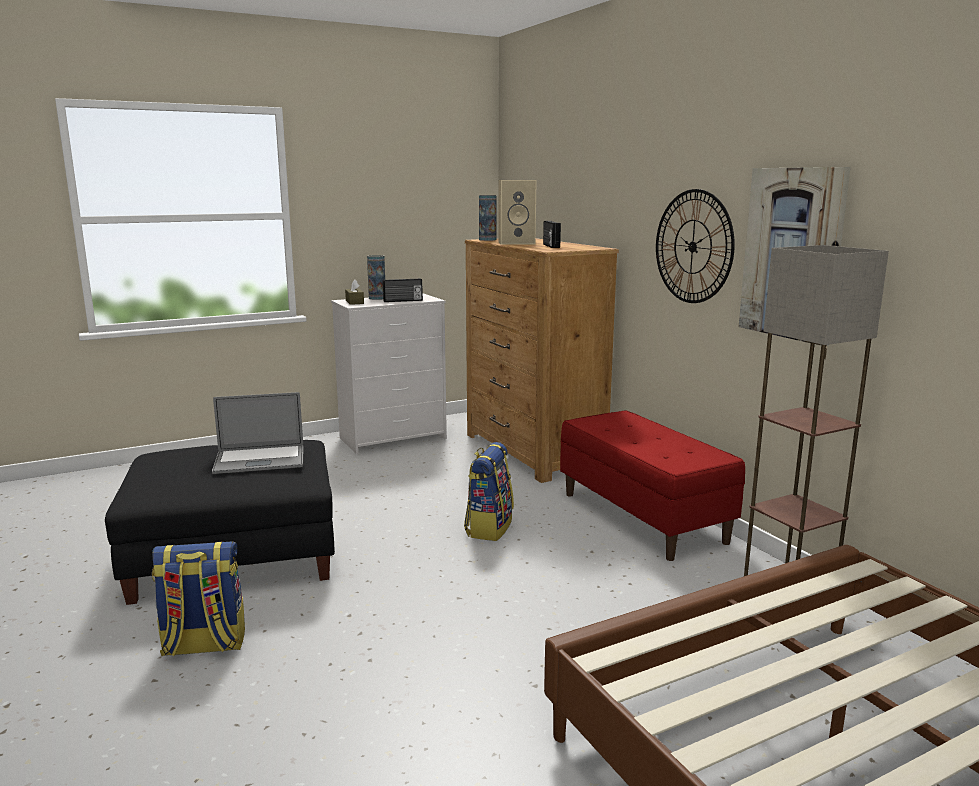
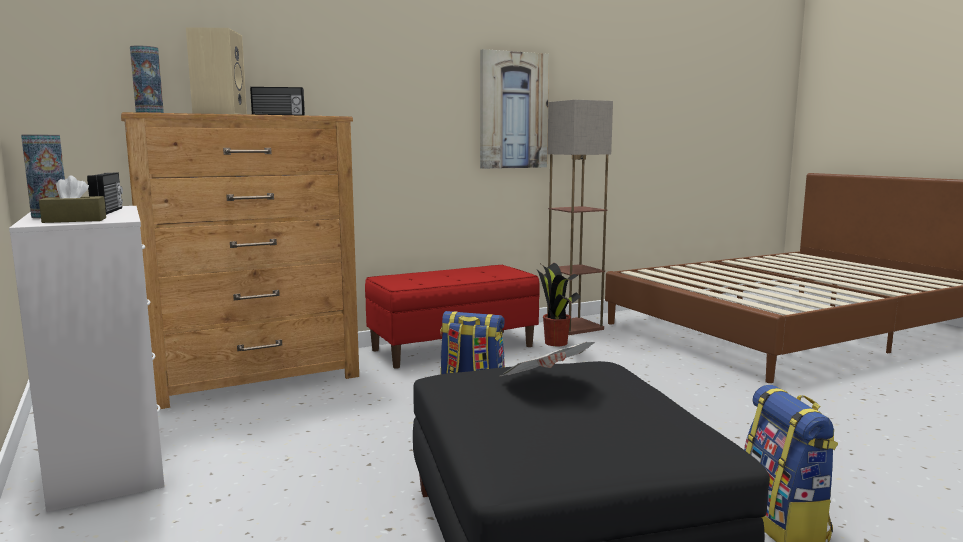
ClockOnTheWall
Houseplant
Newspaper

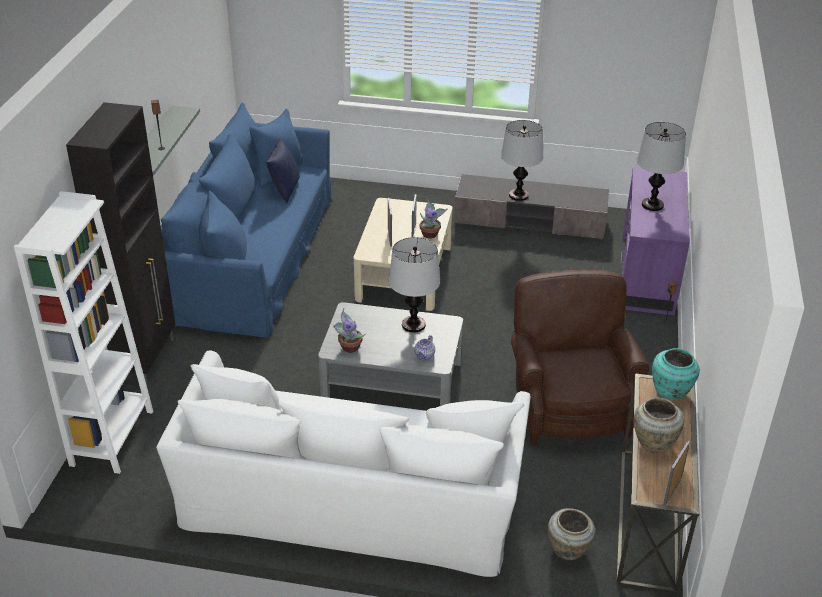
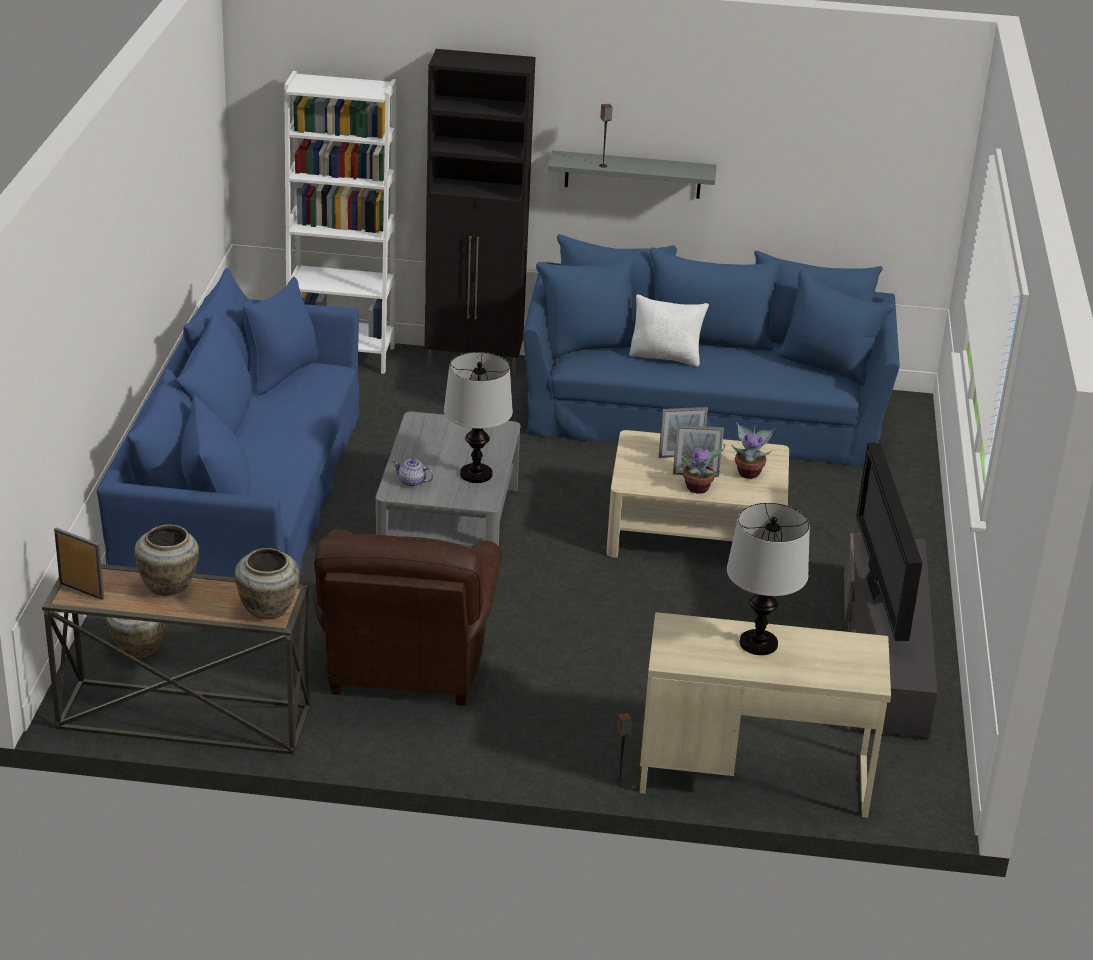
BlueColouredCushion
WhiteColouredCushion
Houseplant (no. 2 from left)
Tv
BlueColouredSettee (no. 1 from left)
BeigeDeskUnit
BeigeVase (no. 3 from left)
BrownColouredLoungeChair

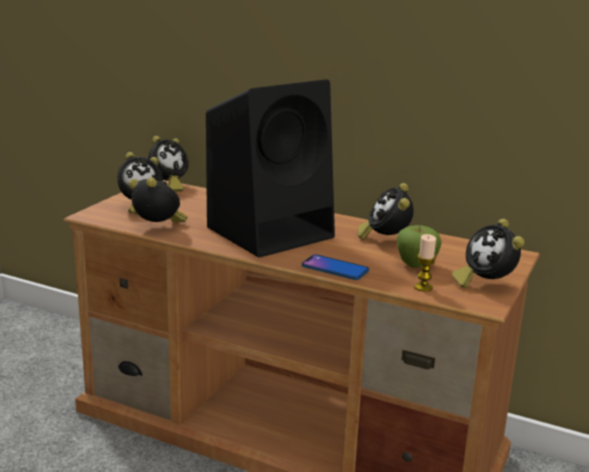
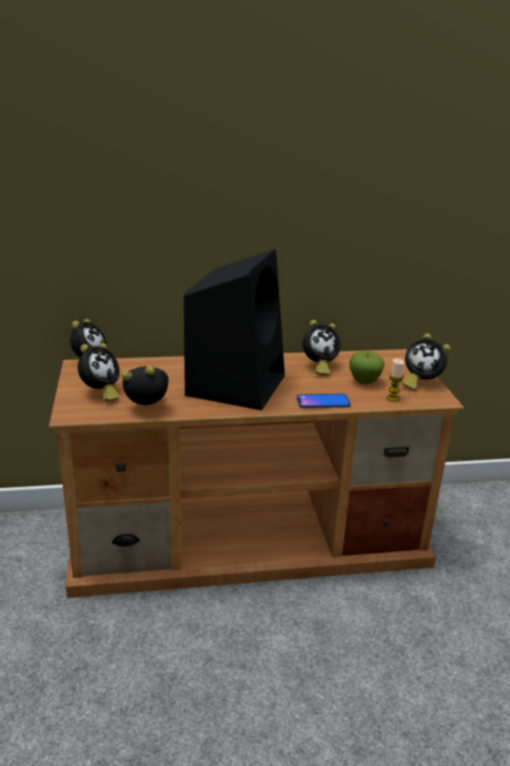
BedsideClock (no. 4 from left)

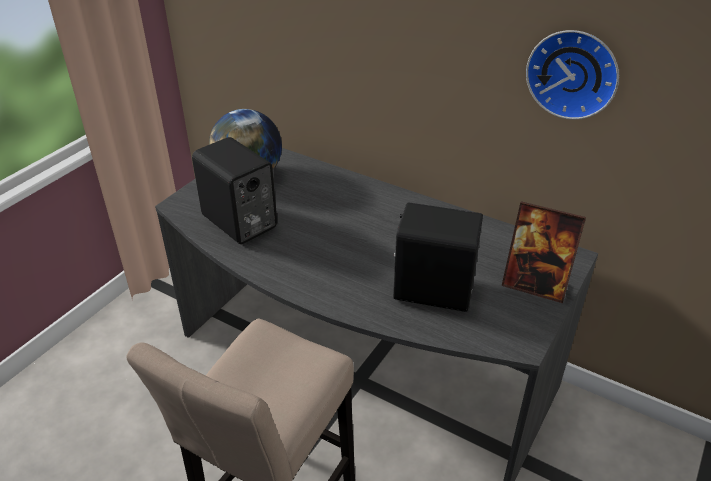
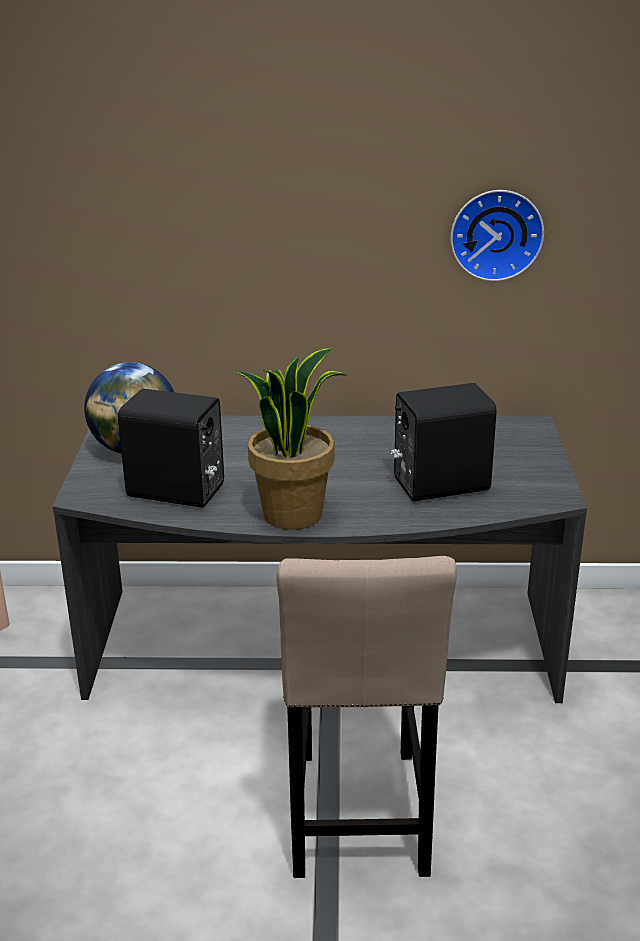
PhotoFrame
Houseplant

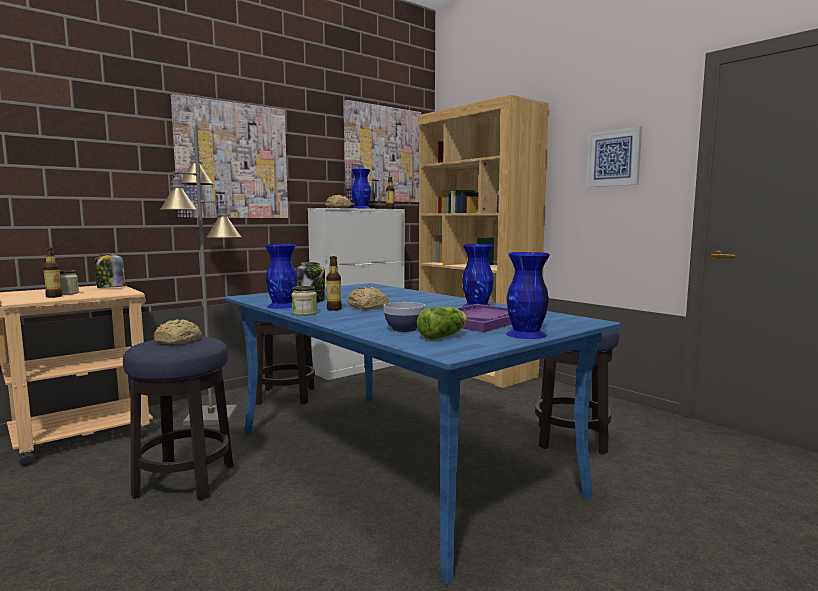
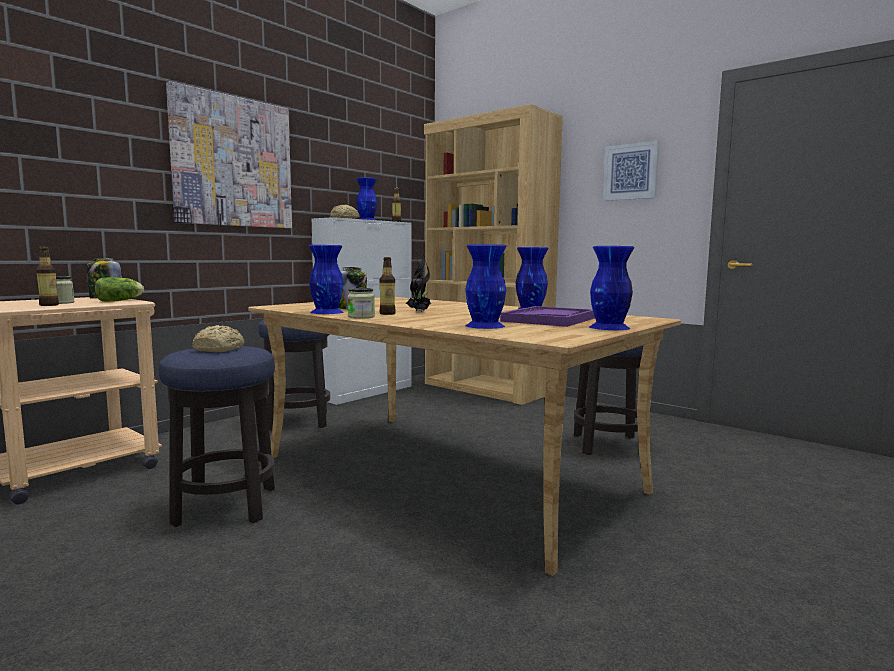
GreyFloorLamp
Picture (no. 2 from left in the first image)
HeadOfLettuce
Houseplant
BlueColouredVase (no. 3 from left)
BeigeKitchenTable

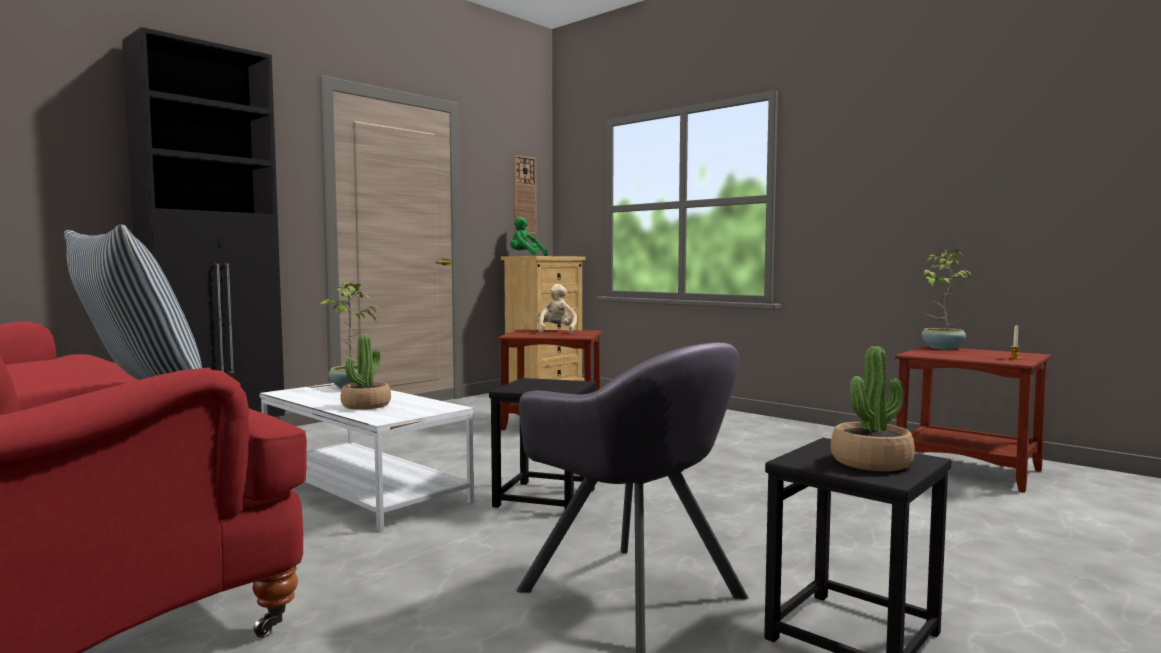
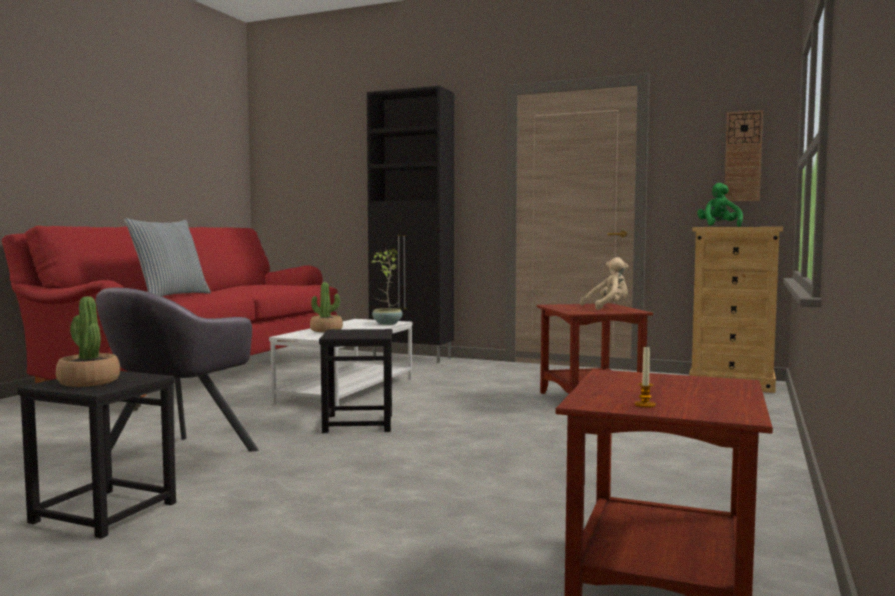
Houseplant (no. 4 from left in the first image)

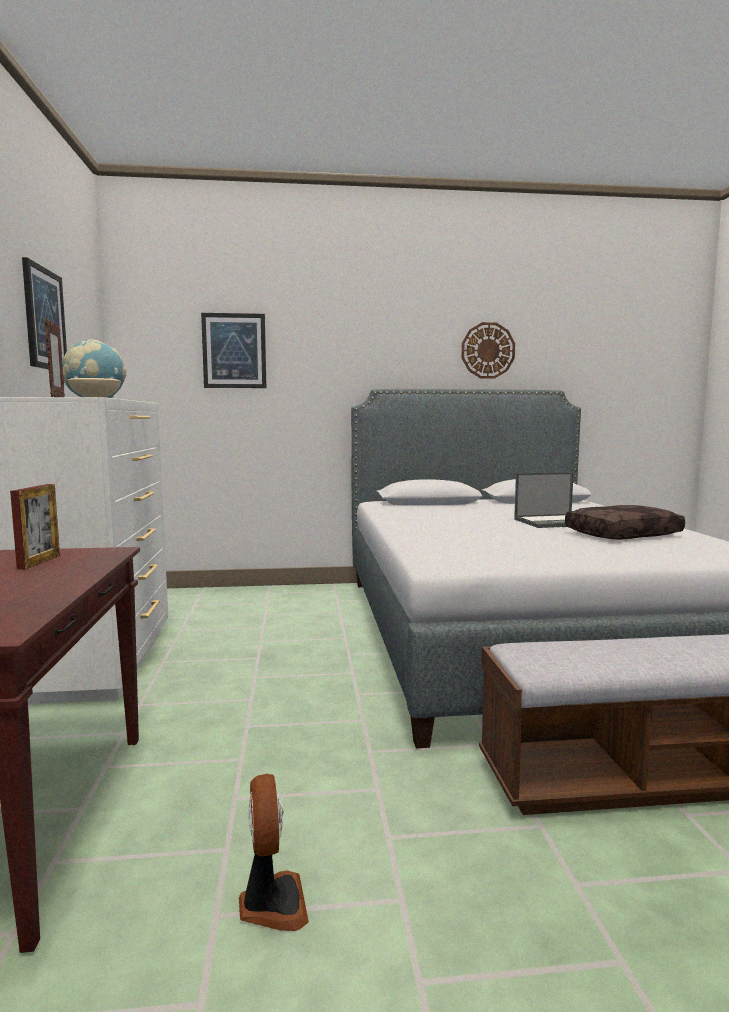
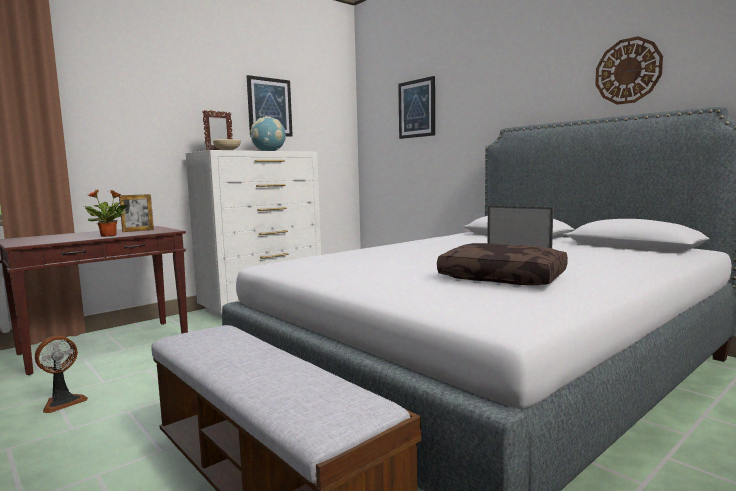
Houseplant

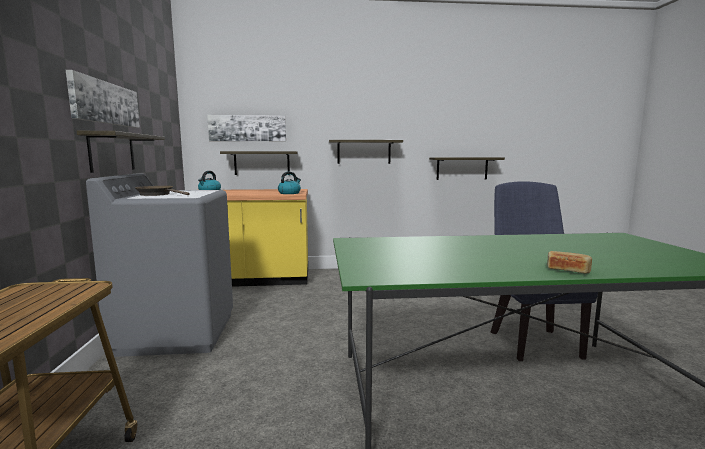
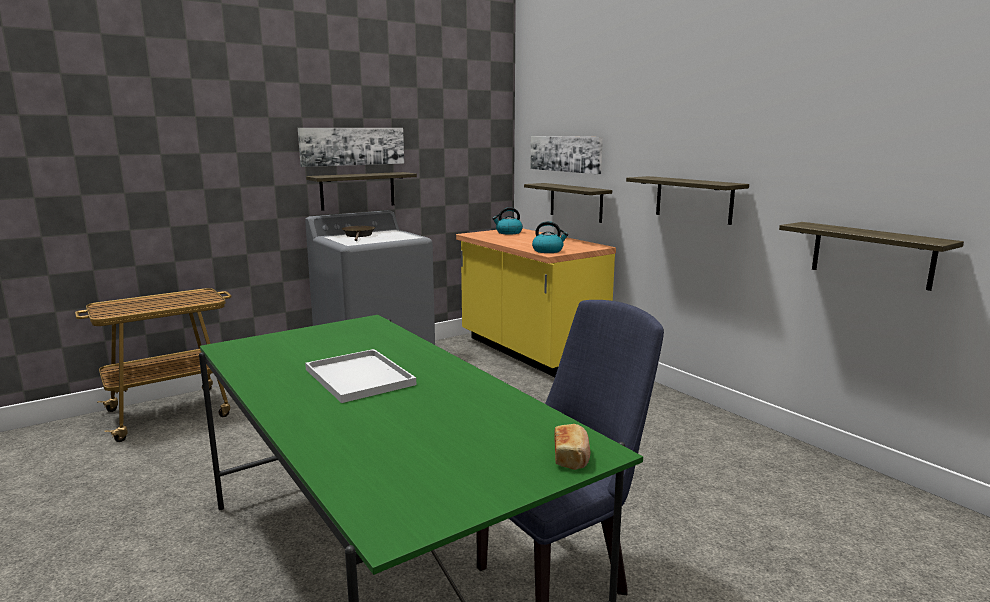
WhiteColouredTray
BakeryBread

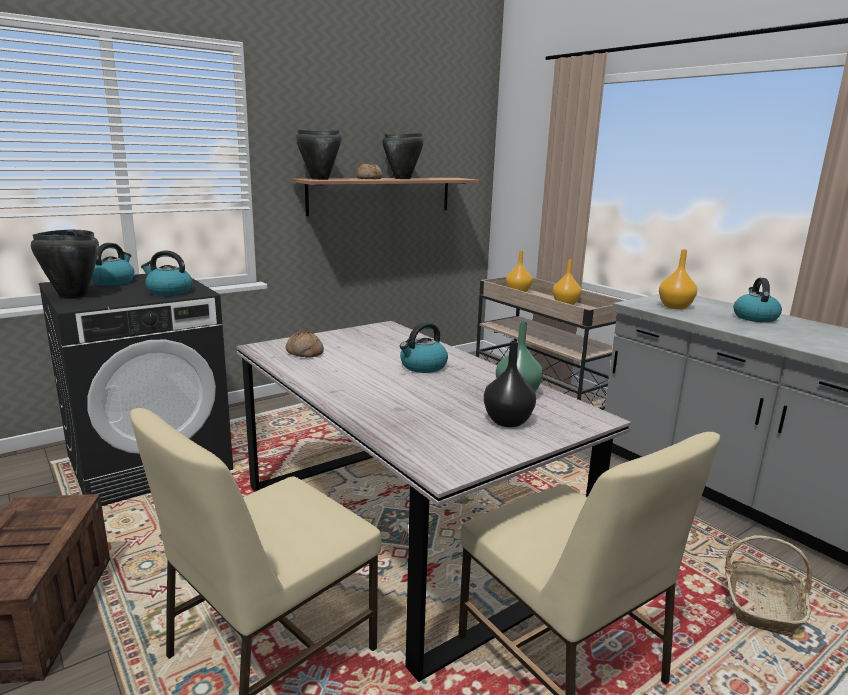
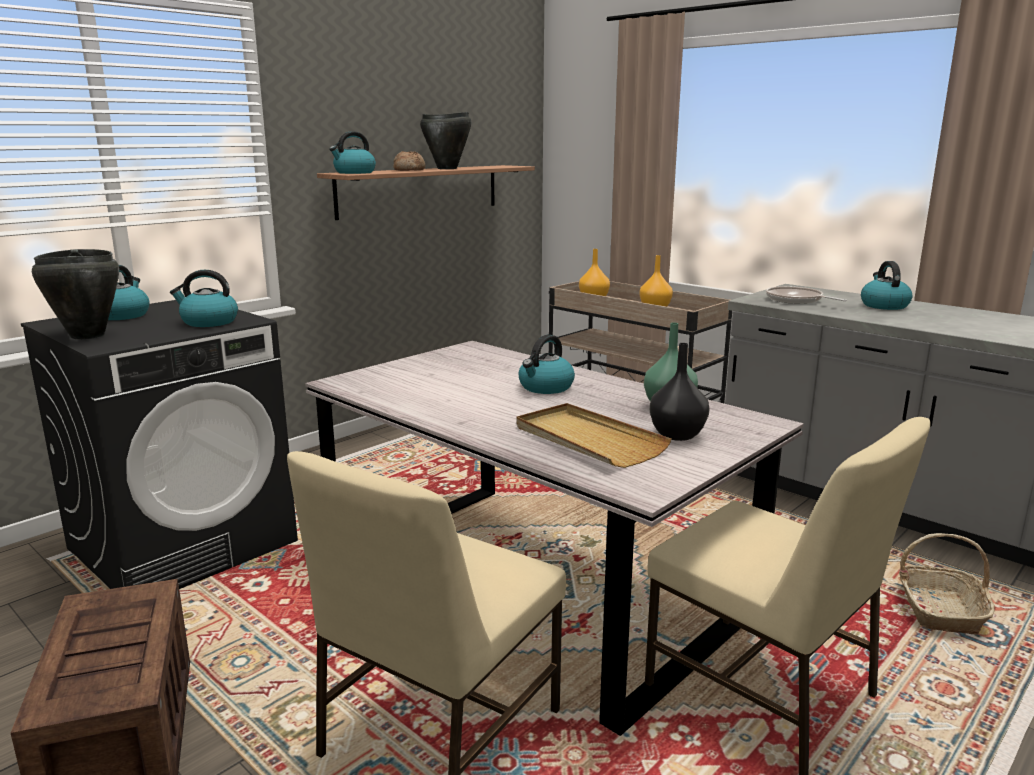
BakeryBread (no. 1 from left in the first image)
BeigeTray
Kettle (no. 3 from left)
Skillet

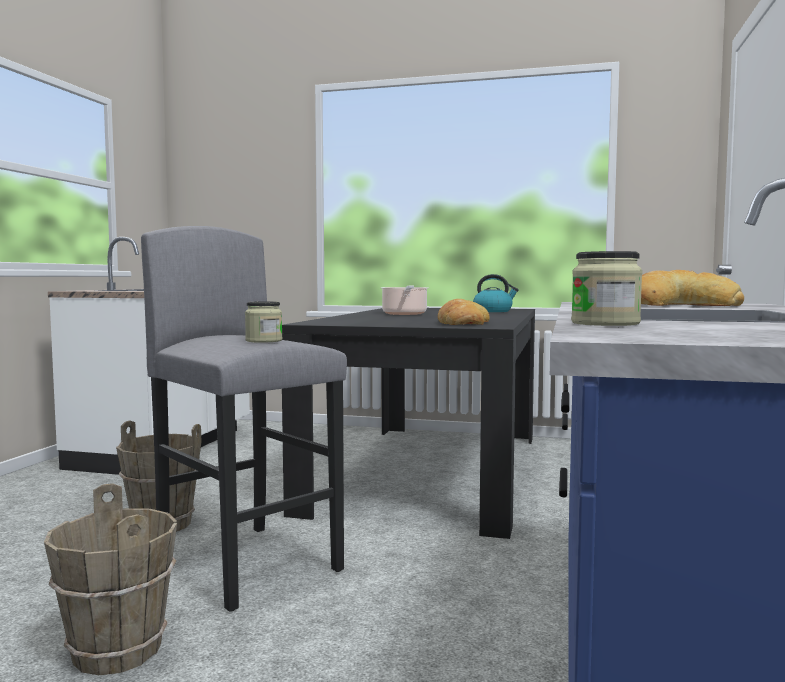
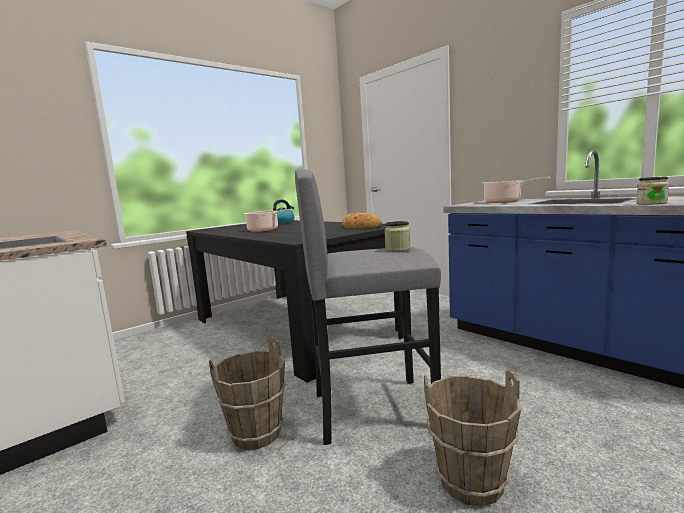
Saucepot (no. 2 from left)

